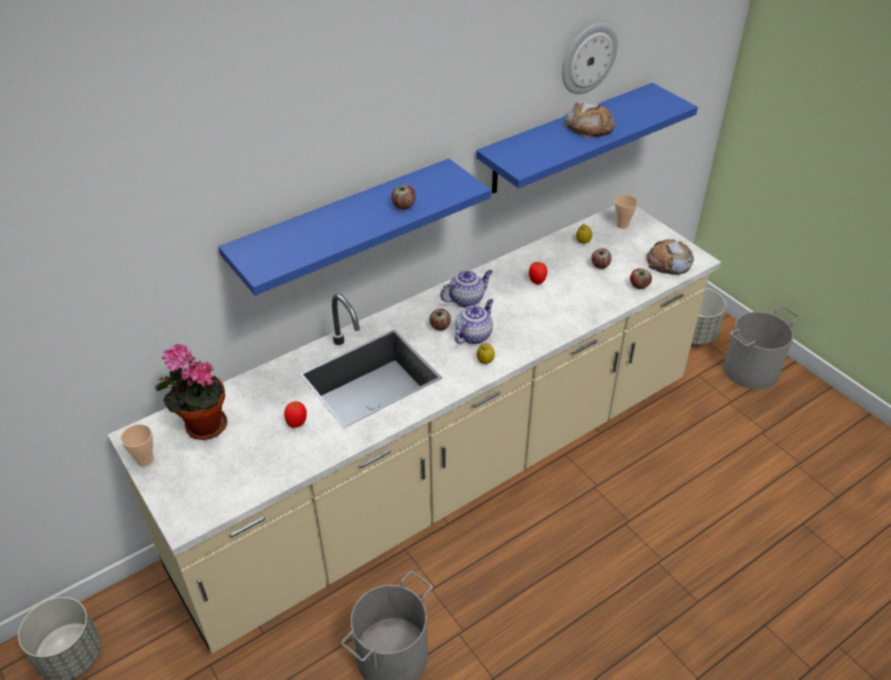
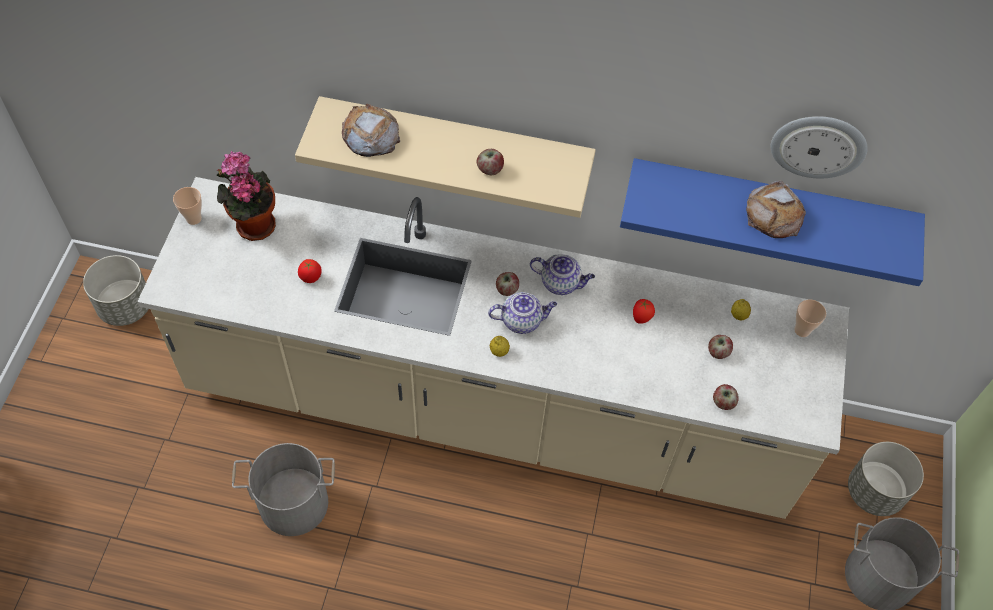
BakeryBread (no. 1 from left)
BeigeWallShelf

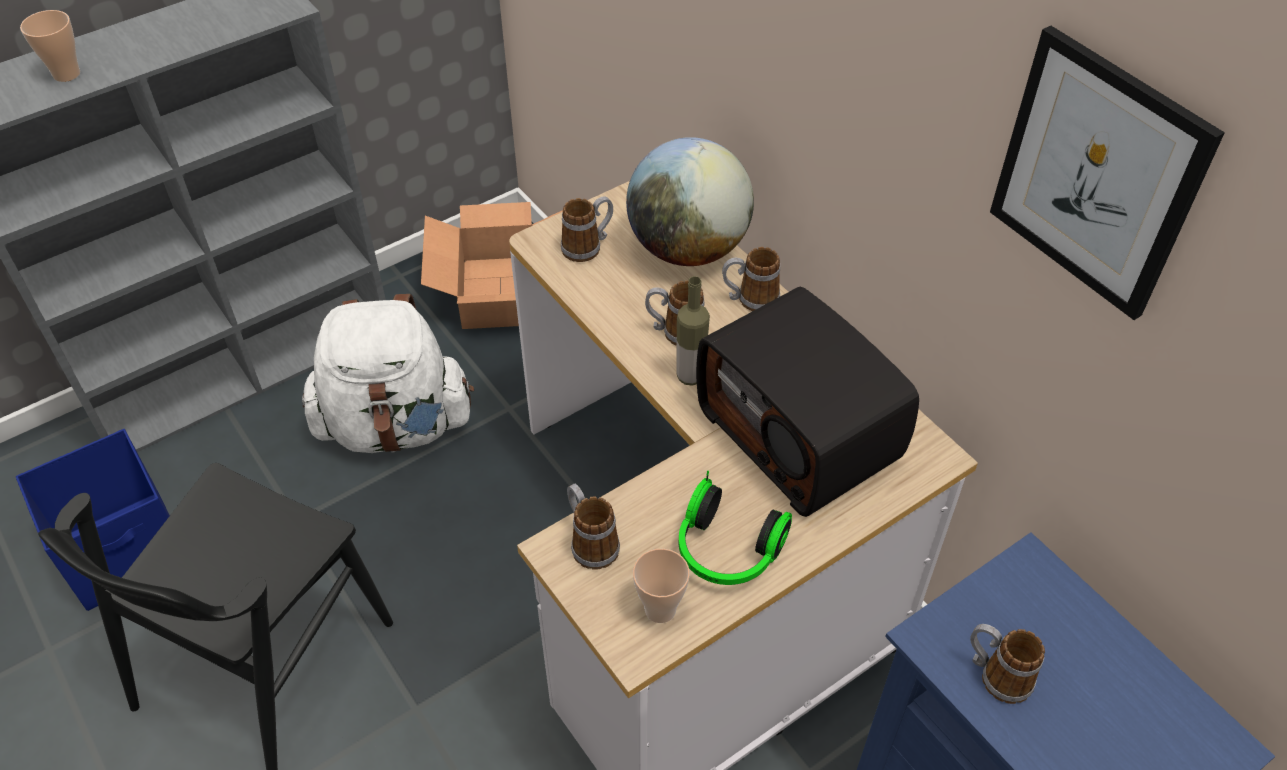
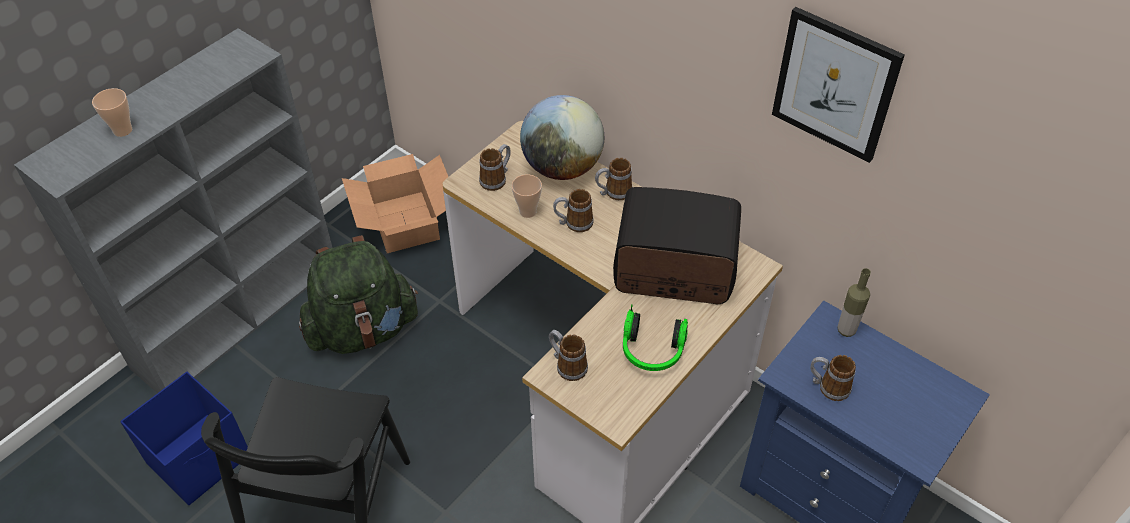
Cup (no. 2 from left)
DrinkBottle
GreenishBackpack
RadioReceiver

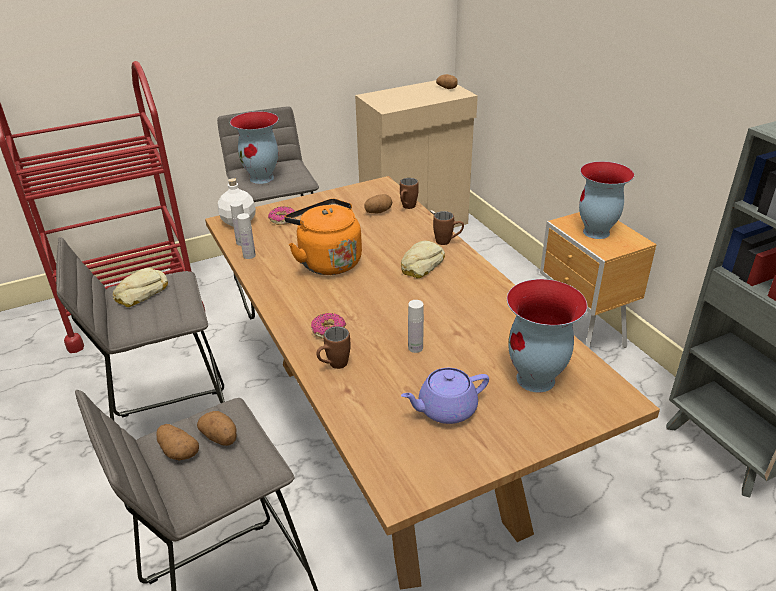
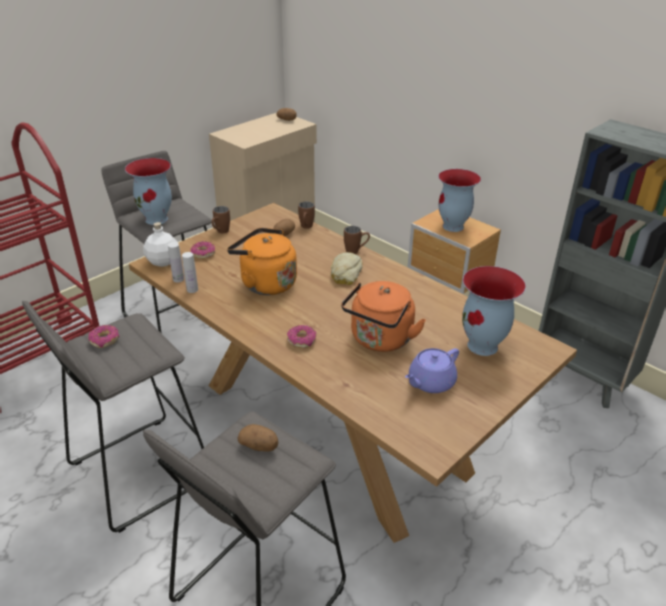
Potato (no. 1 from left in the first image)
BrownColouredCoffeeMug (no. 1 from left)
RingDoughnut (no. 1 from left)
OrangeColouredKettle (no. 2 from left)

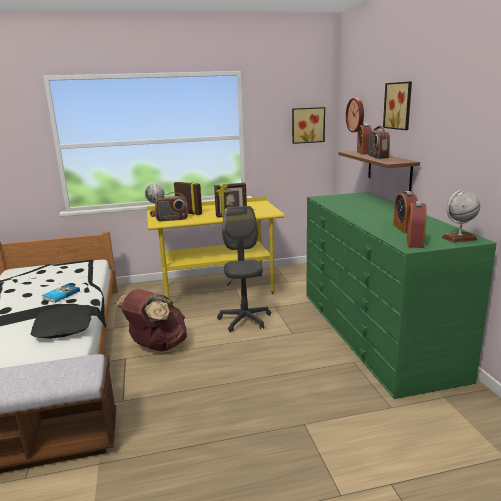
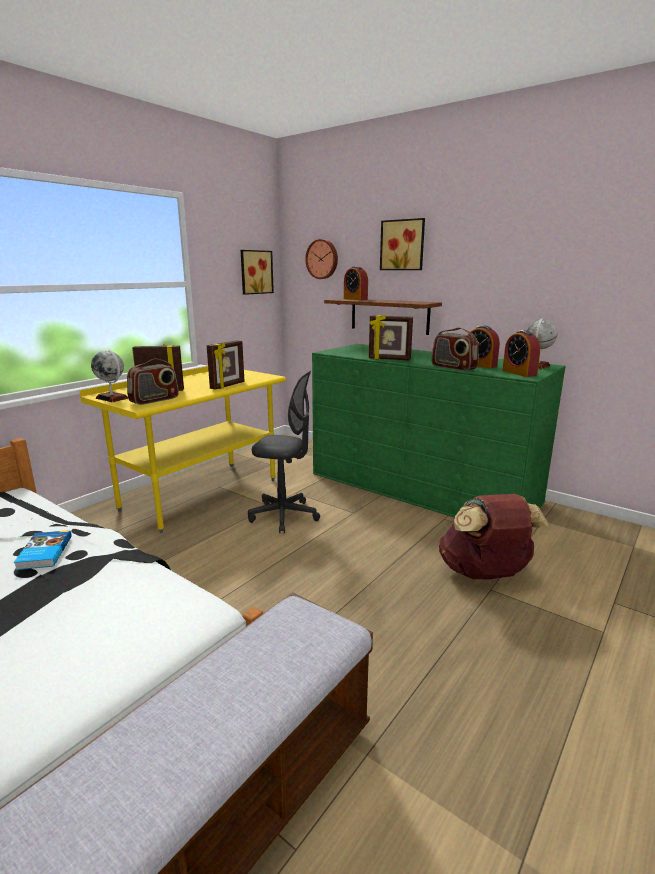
BlackCushion
PhotoFrame (no. 3 from left)
BrownColouredBackpack
RadioReceiver (no. 2 from left)
GreyComputerChair

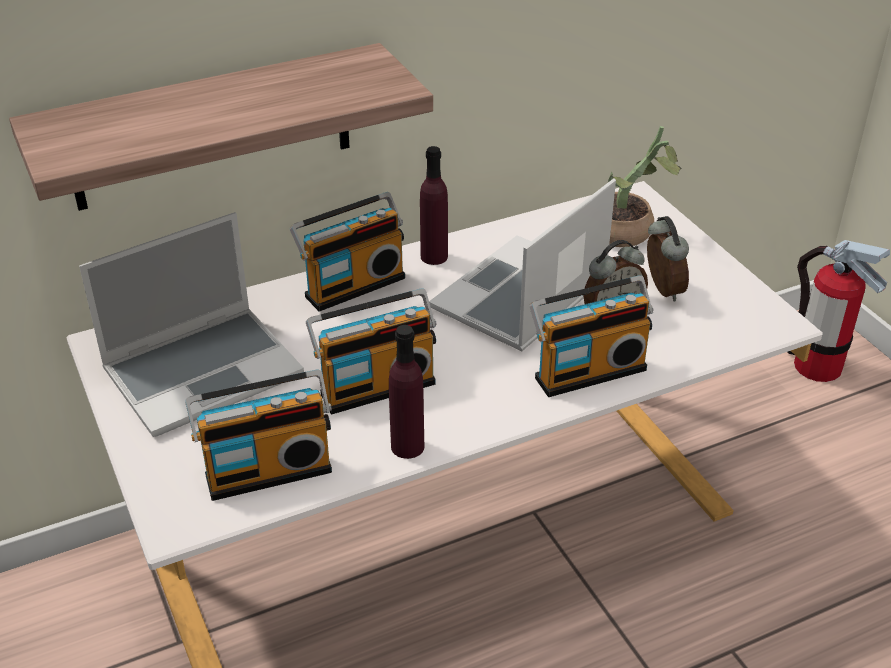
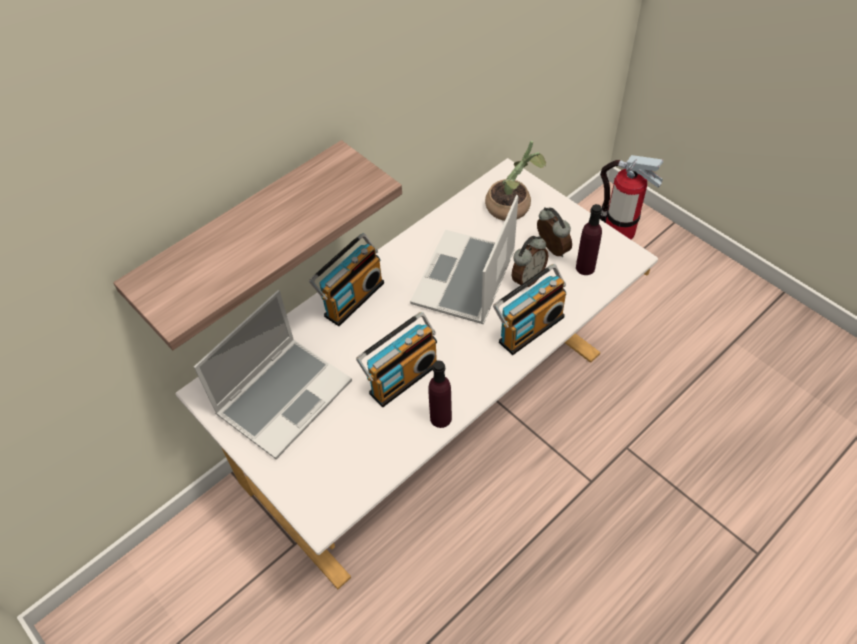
RadioReceiver (no. 1 from left in the first image)
PurplishDrinkBottle (no. 2 from left)

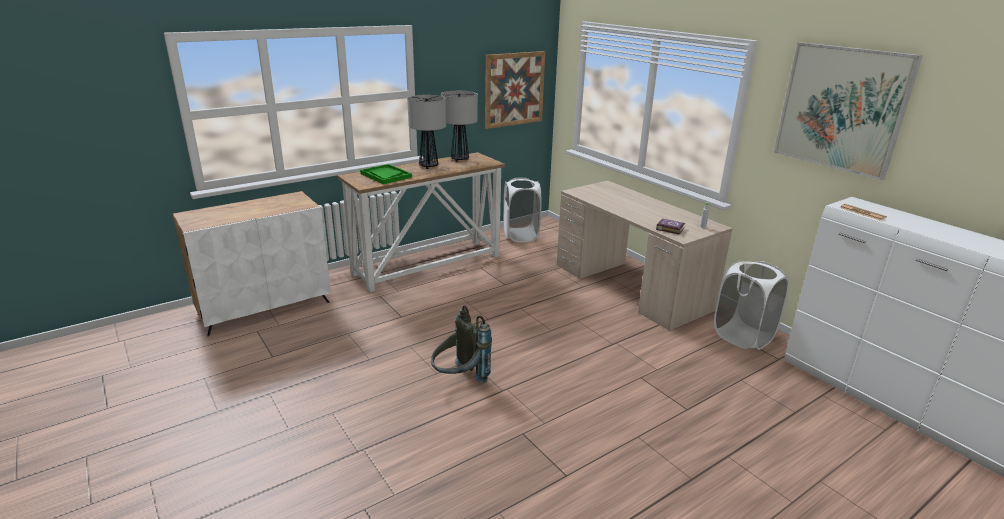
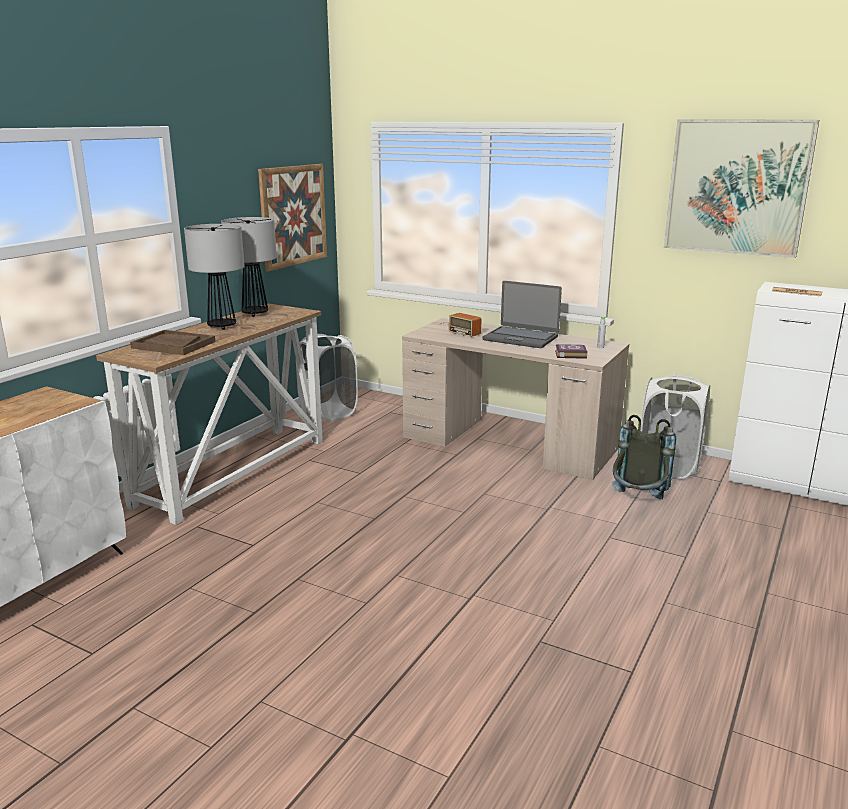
RadioReceiver
Laptop
GreyBackpack
BrownColouredTray

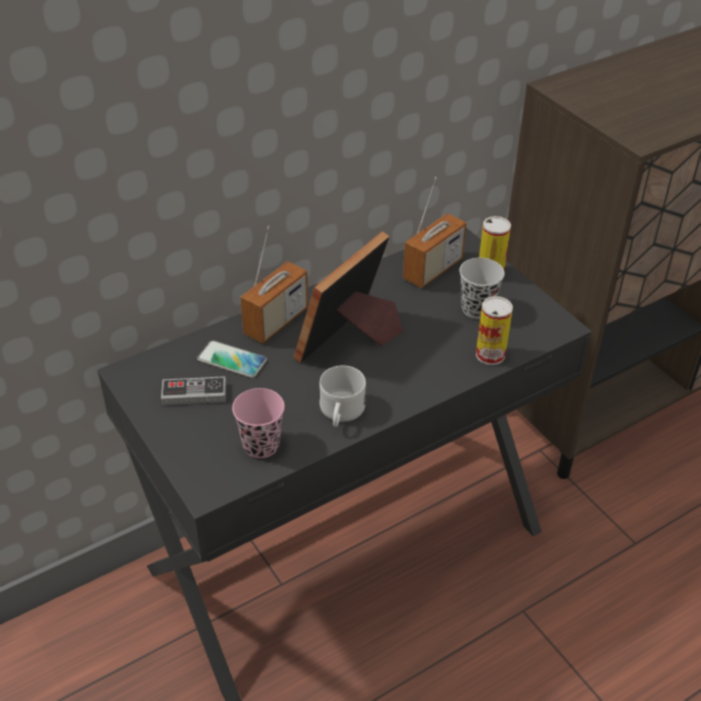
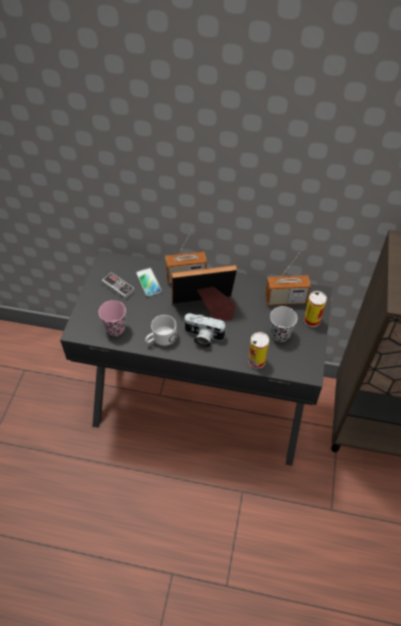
PhotoCamera

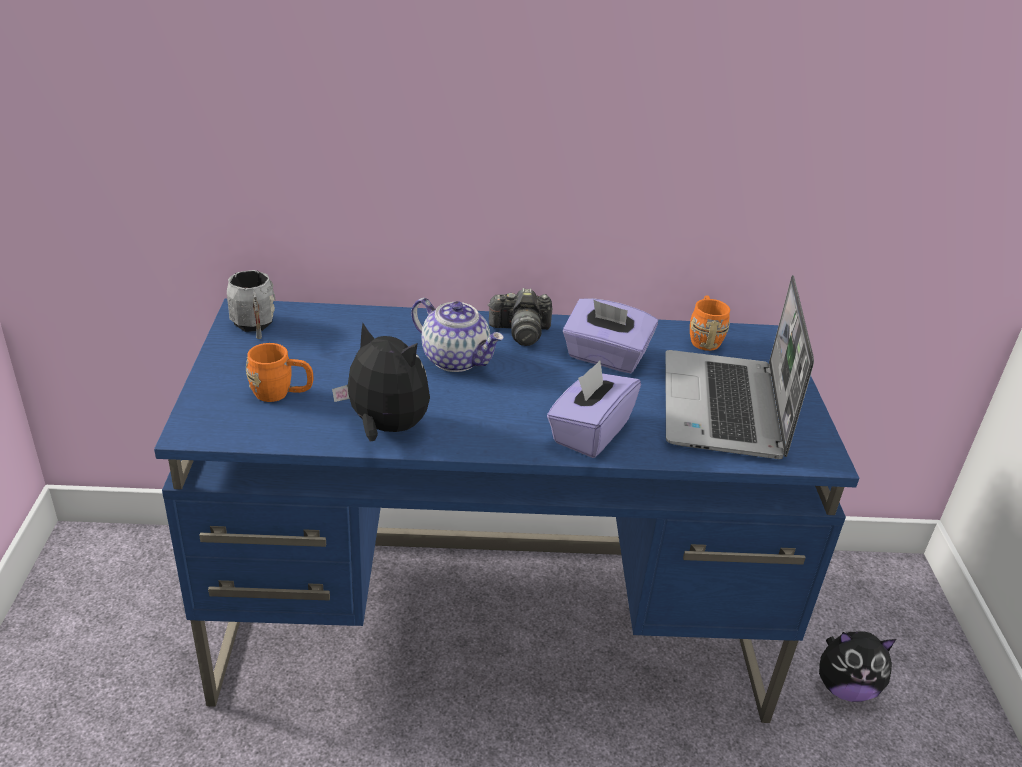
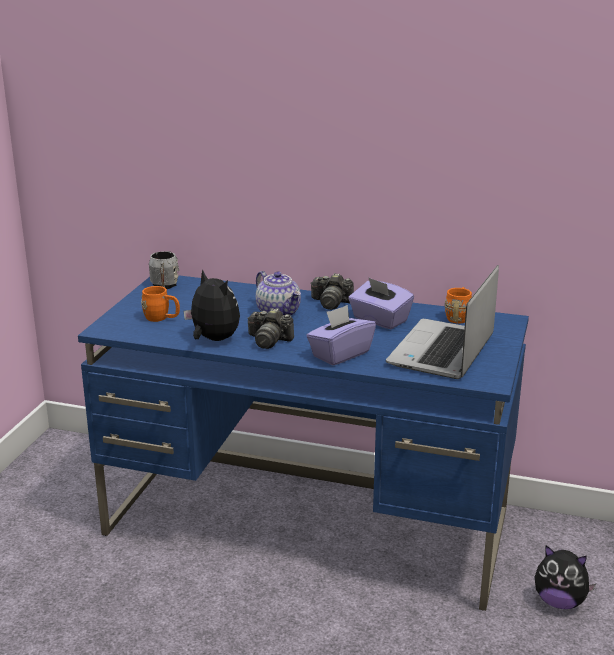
PhotoCamera (no. 1 from left)

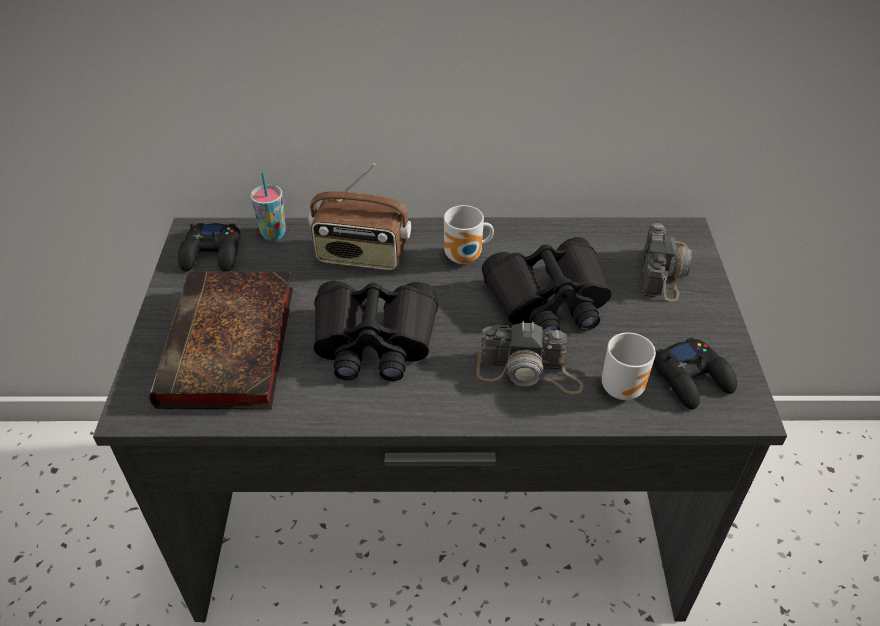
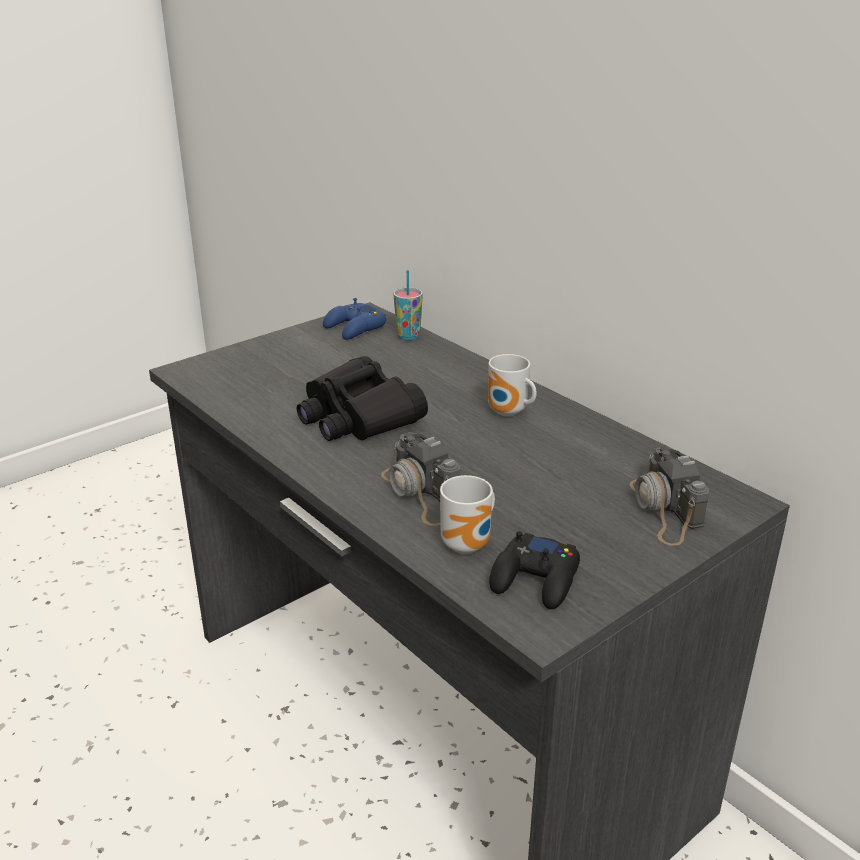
BoundBook
RadioReceiver
BlackPairOfBinoculars (no. 2 from left in the first image)
BlueColouredGameController
PhotoCamera (no. 2 from left)

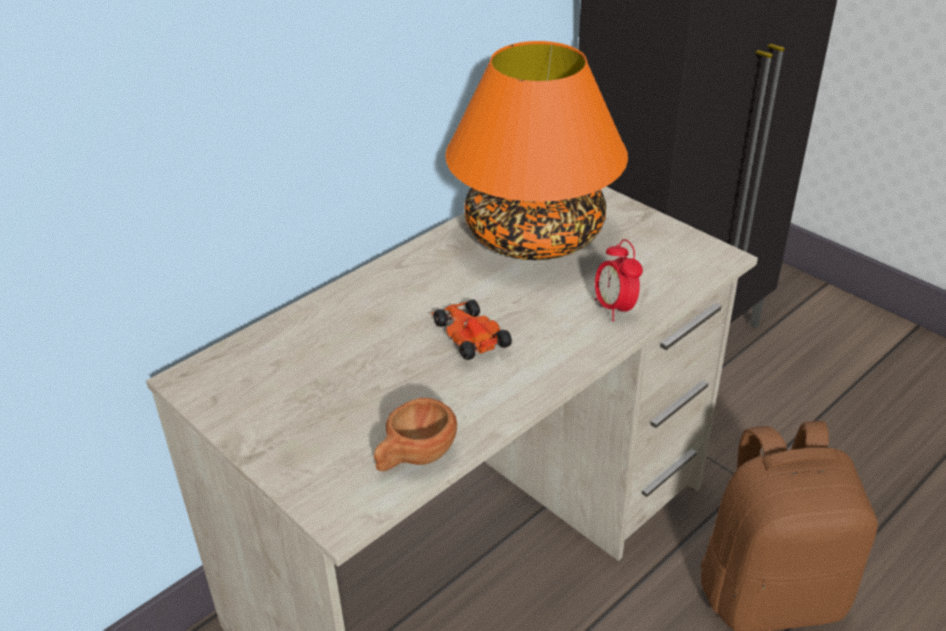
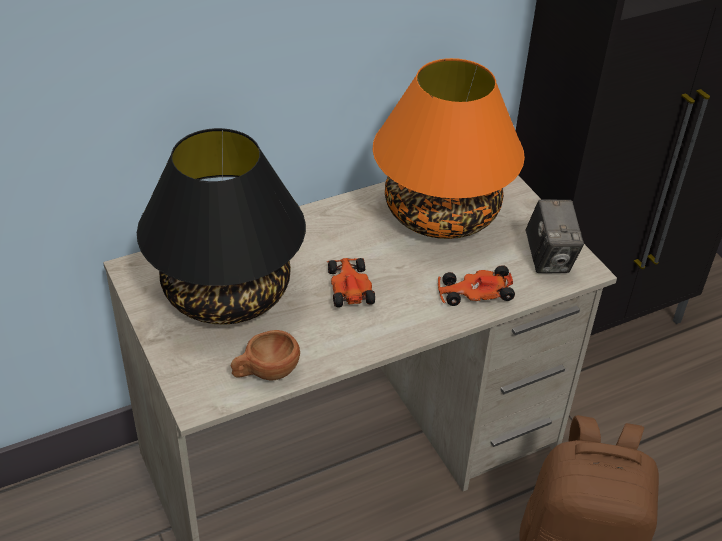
BlackTableLamp
PhotoCamera
MiniatureCar (no. 2 from left)

